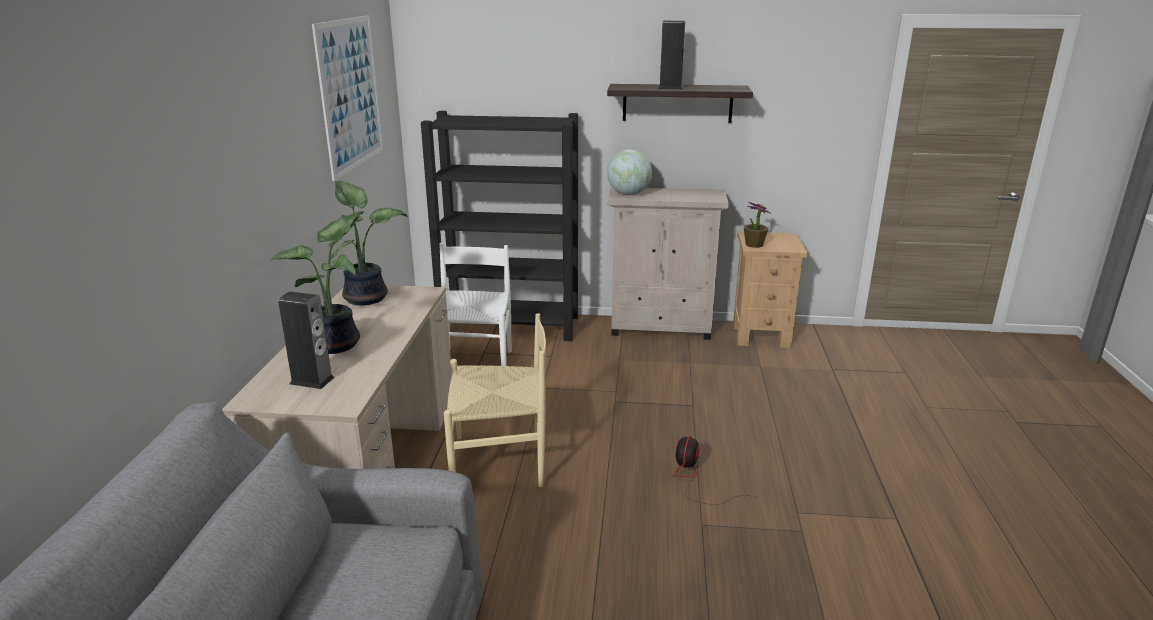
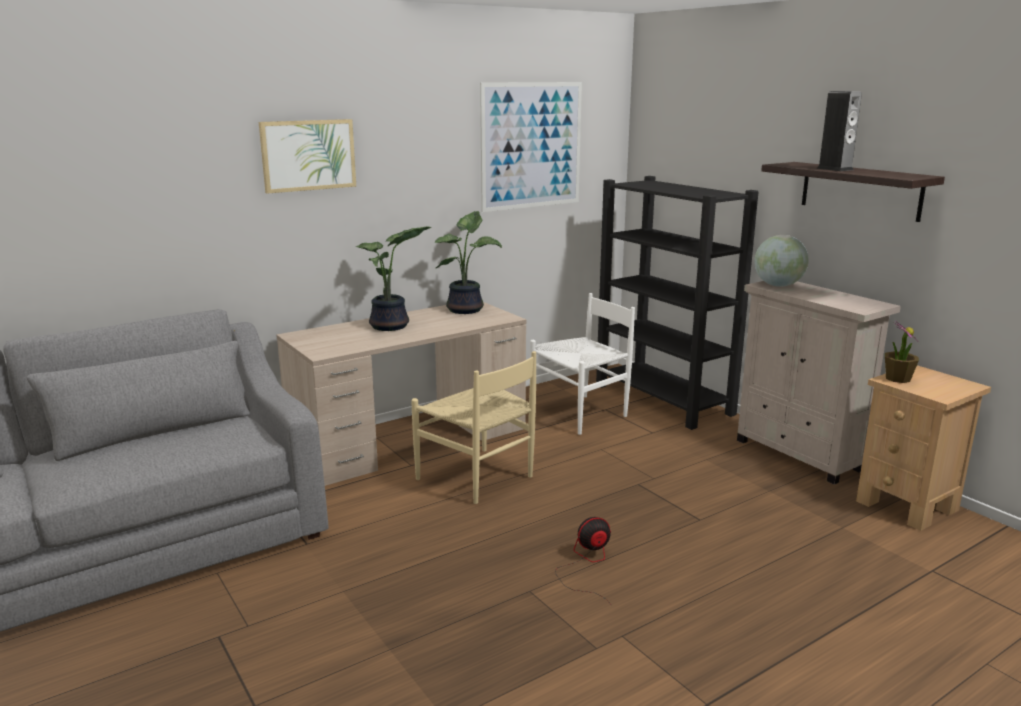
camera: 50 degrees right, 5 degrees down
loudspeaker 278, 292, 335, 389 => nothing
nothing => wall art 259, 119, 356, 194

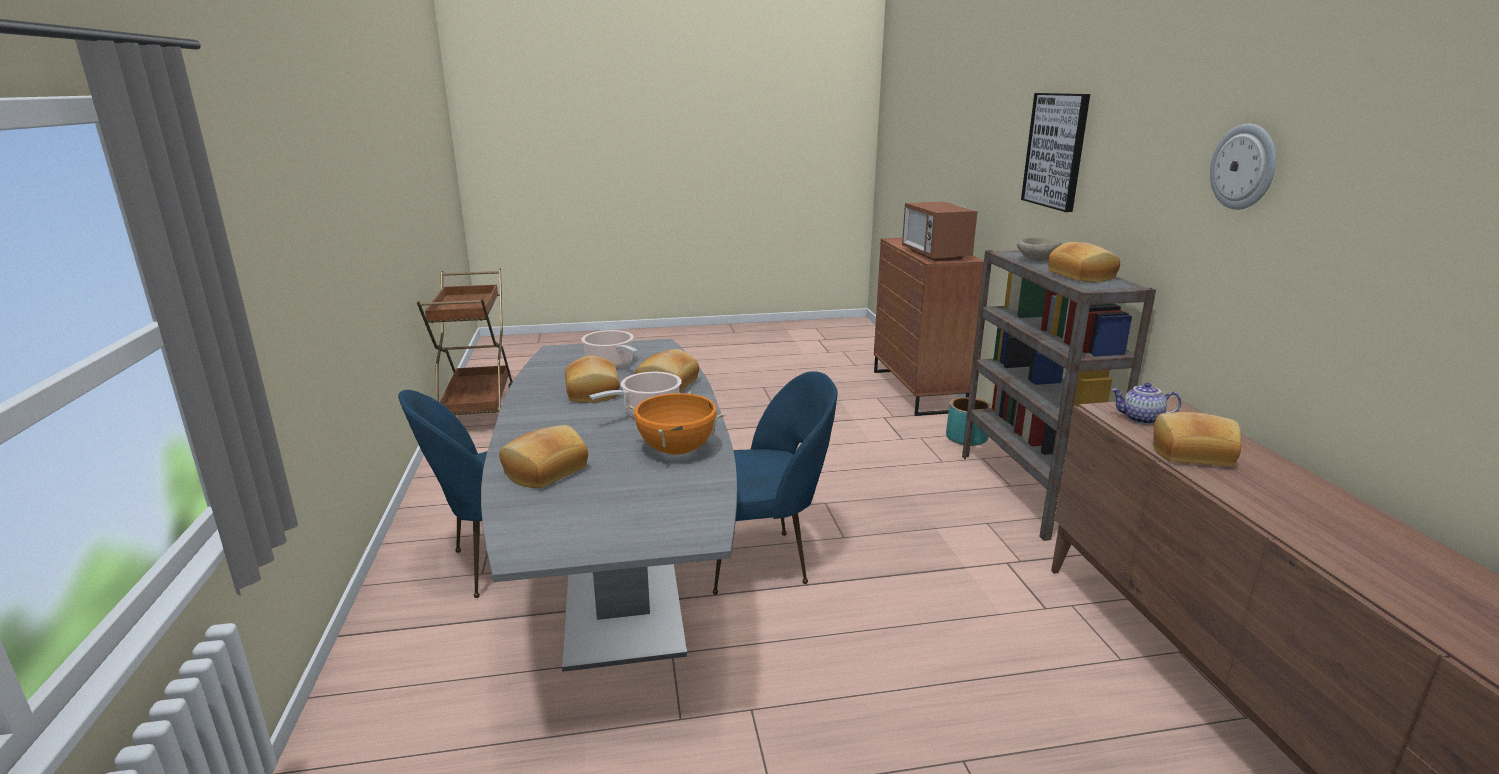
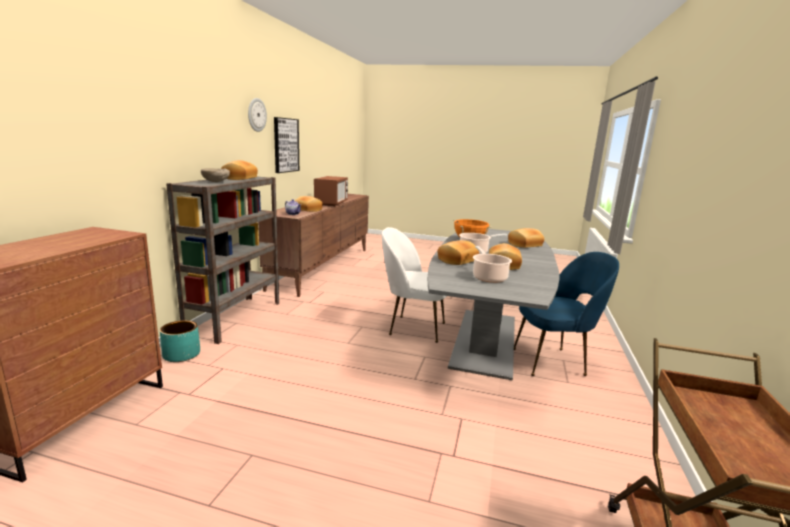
camera: 155 degrees left, 5 degrees down
blue-coloured plain chair 713, 371, 838, 595 => whitish plain chair 382, 227, 446, 343
kitchen microwave 902, 201, 978, 261 => kitchen microwave 314, 176, 348, 206, relocated
wall art 1021, 93, 1090, 212 => wall art 274, 117, 299, 173, relocated

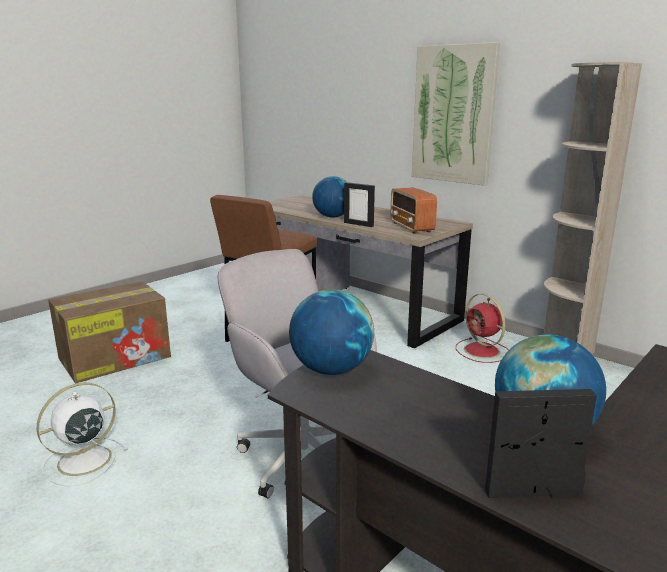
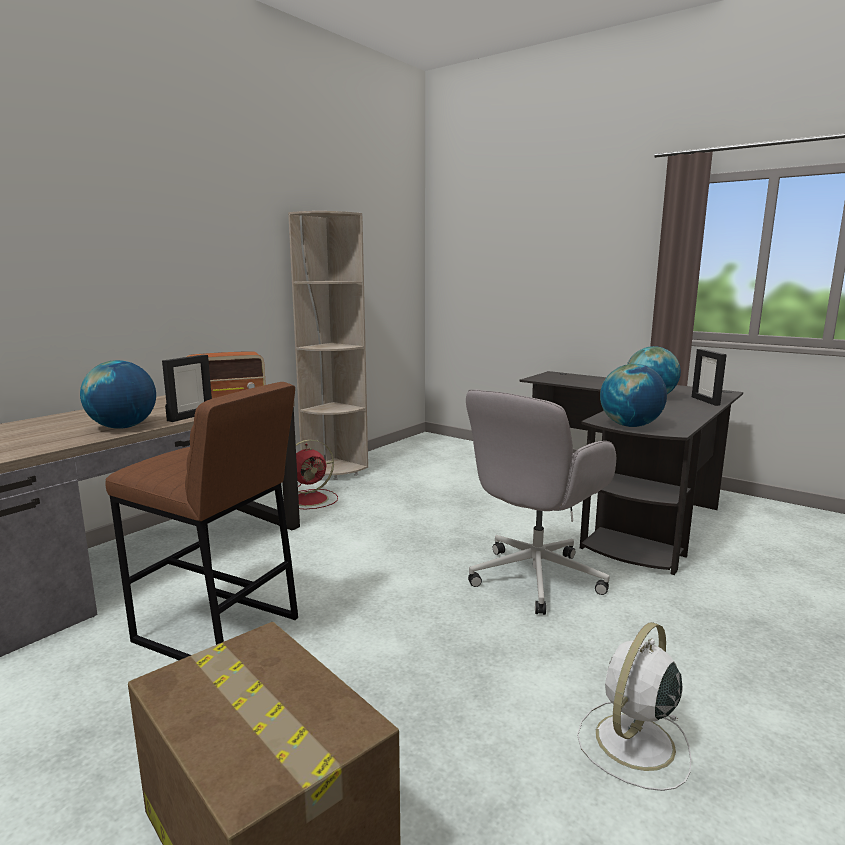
camera: 95 degrees left, 5 degrees down
whitish electric fan 37, 383, 128, 486 => whitish electric fan 577, 622, 692, 791, 90 degrees clockwise
wall art 412, 42, 500, 186 => nothing

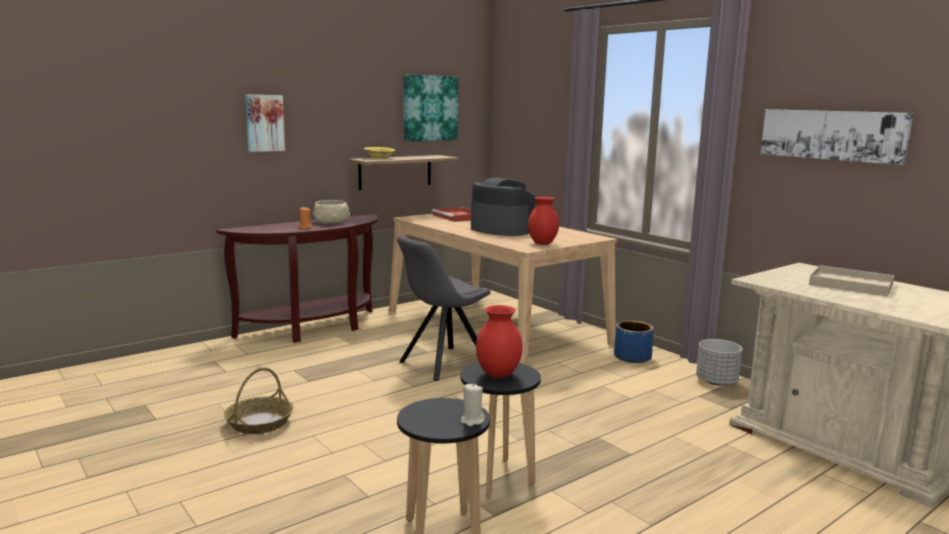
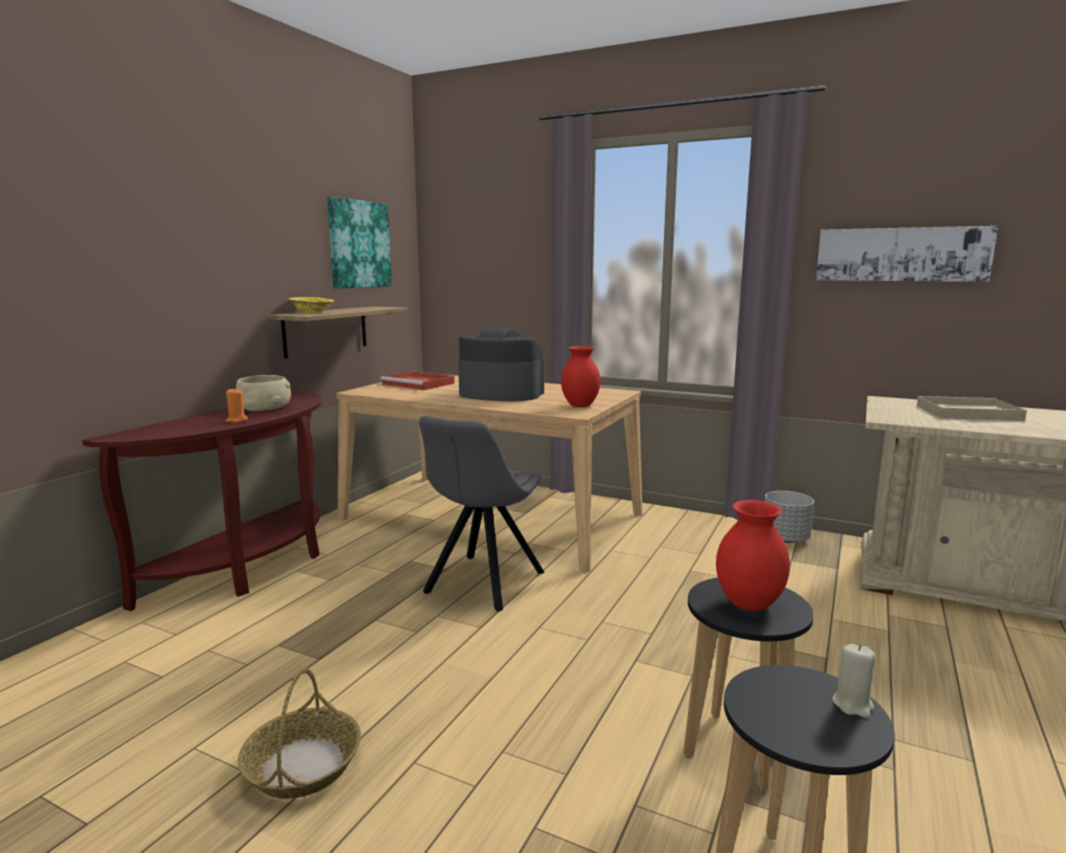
camera: 25 degrees left, 0 degrees up
wall art 245, 94, 285, 152 => nothing
blue-coloured flower pot 614, 321, 654, 363 => nothing

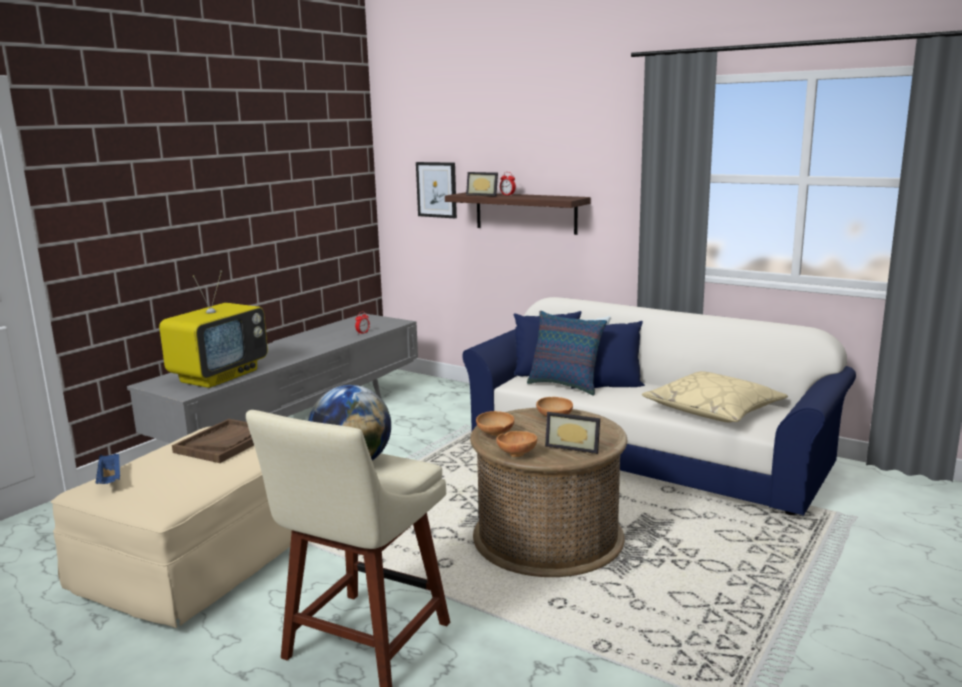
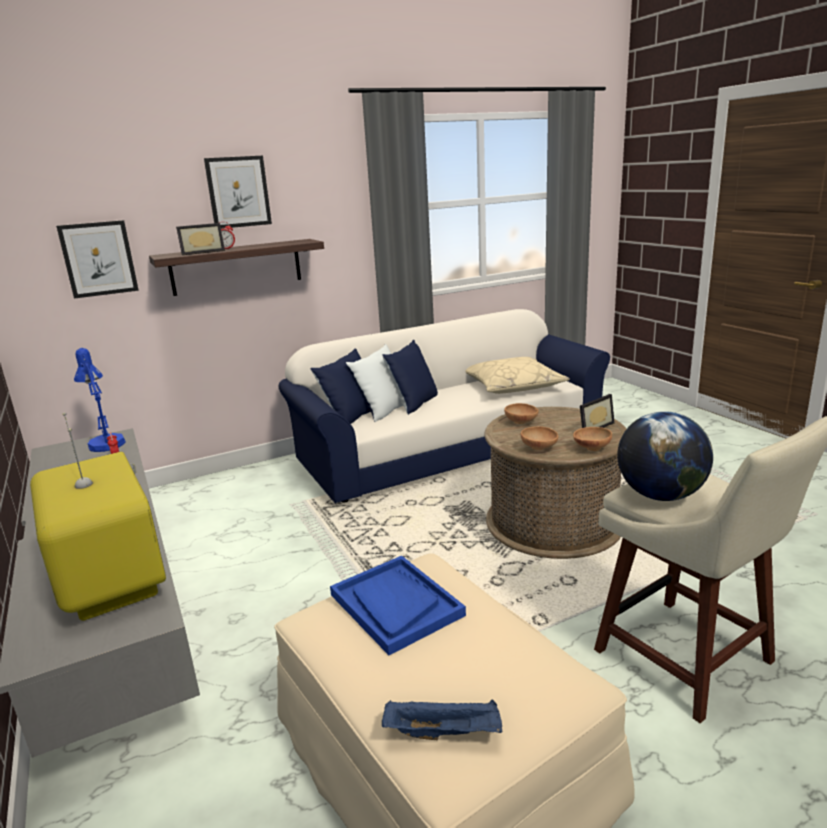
camera: 60 degrees left, 5 degrees up
brown carrying tray 172, 419, 254, 463 => blue-coloured carrying tray 330, 556, 466, 655
blue-coloured cushion 527, 311, 607, 396 => nothing
nothing => blue-coloured tabletop lamp 74, 348, 126, 452
nothing => wall art 204, 156, 272, 229

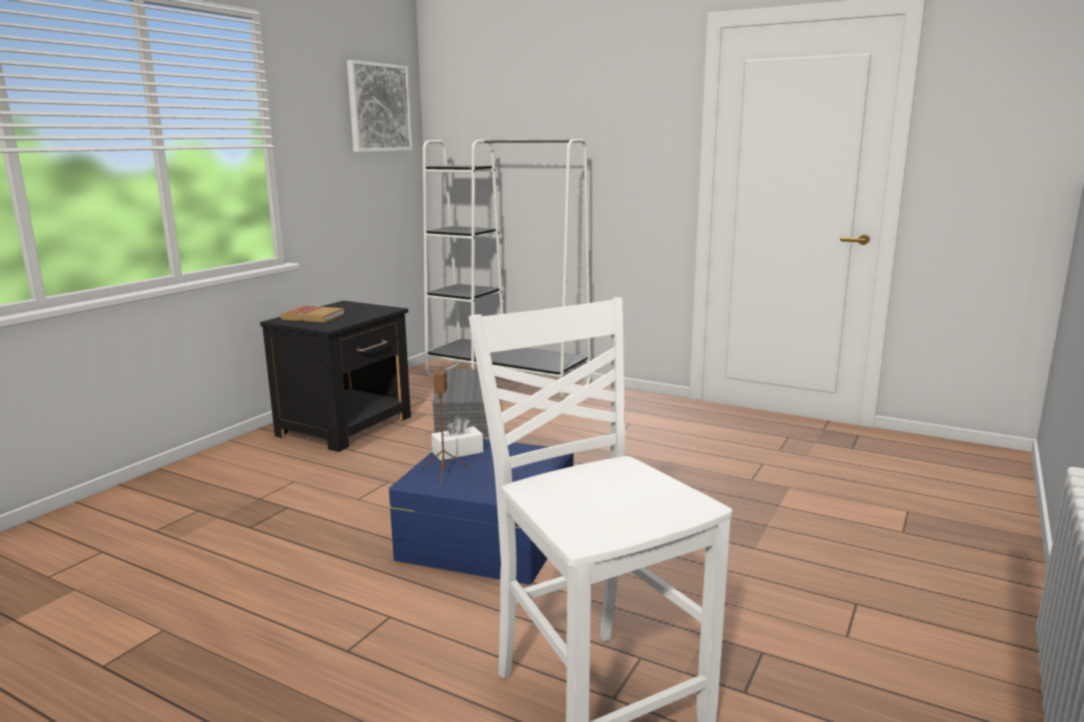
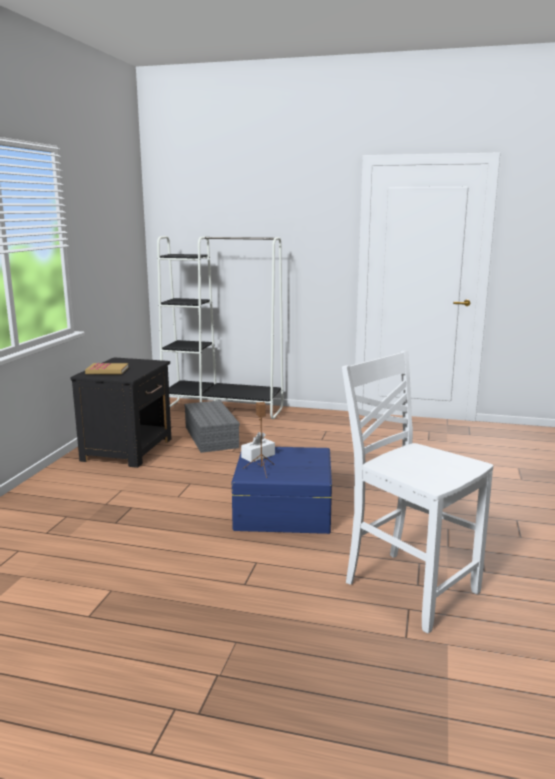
camera: 15 degrees left, 0 degrees up
wall art 347, 60, 412, 152 => nothing

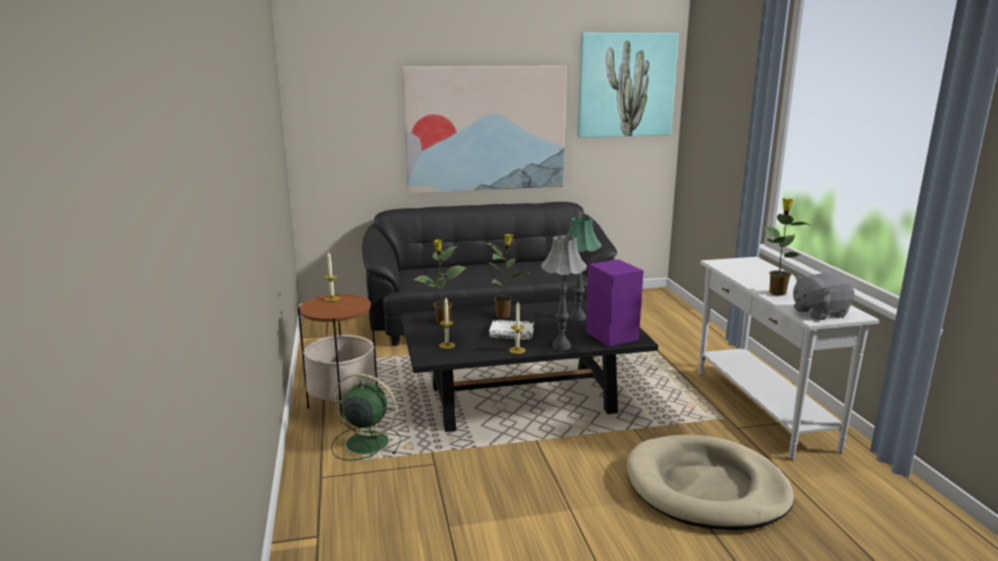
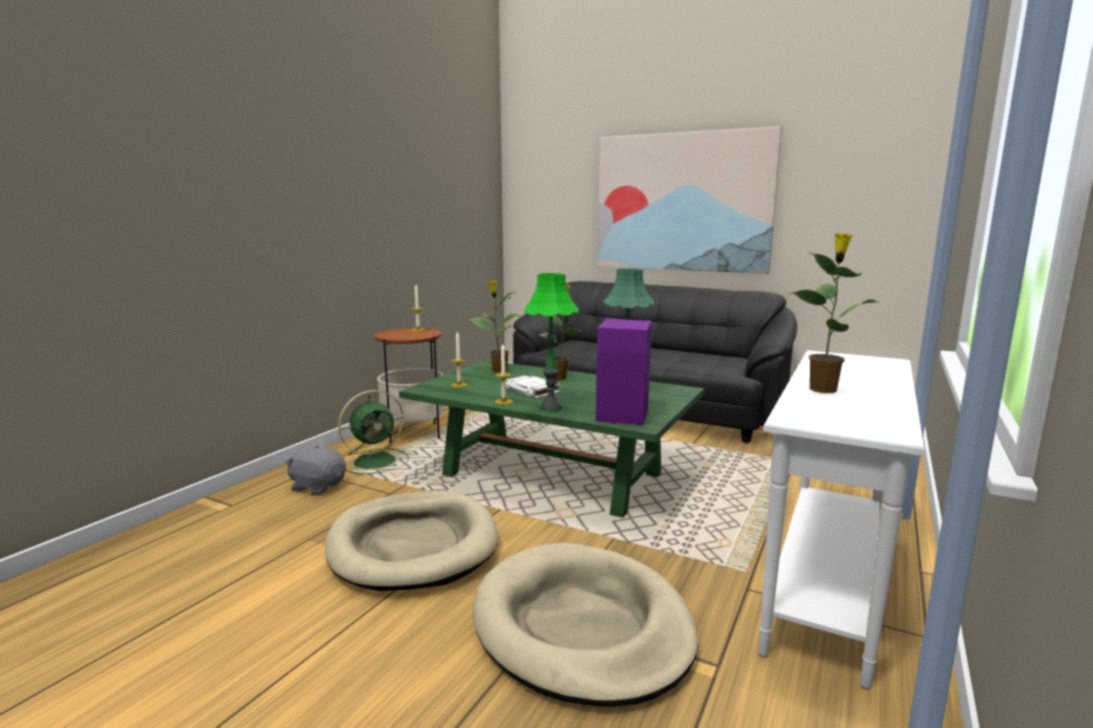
camera: 40 degrees right, 5 degrees down
green electric fan 331, 373, 401, 461 => green electric fan 338, 390, 409, 474, 90 degrees clockwise
black low table 401, 299, 658, 432 => green low table 399, 360, 704, 518
gray tabletop lamp 541, 235, 587, 350 => green tabletop lamp 524, 273, 579, 413
wall art 577, 33, 679, 138 => nothing
gray soft toy 793, 273, 855, 320 => gray soft toy 285, 445, 346, 496, relocated
nothing => sand-coloured dog bed 325, 491, 498, 591

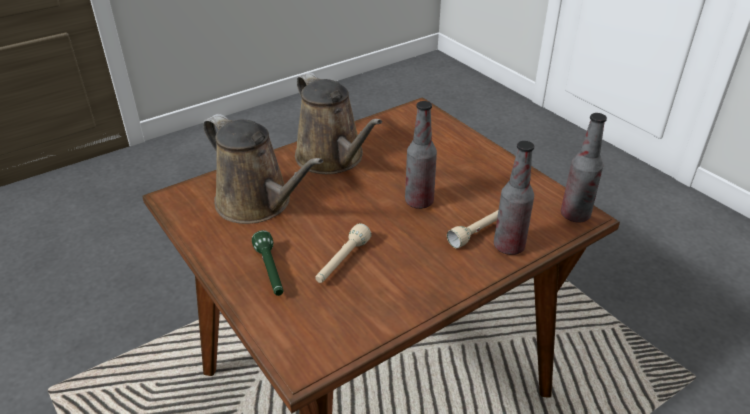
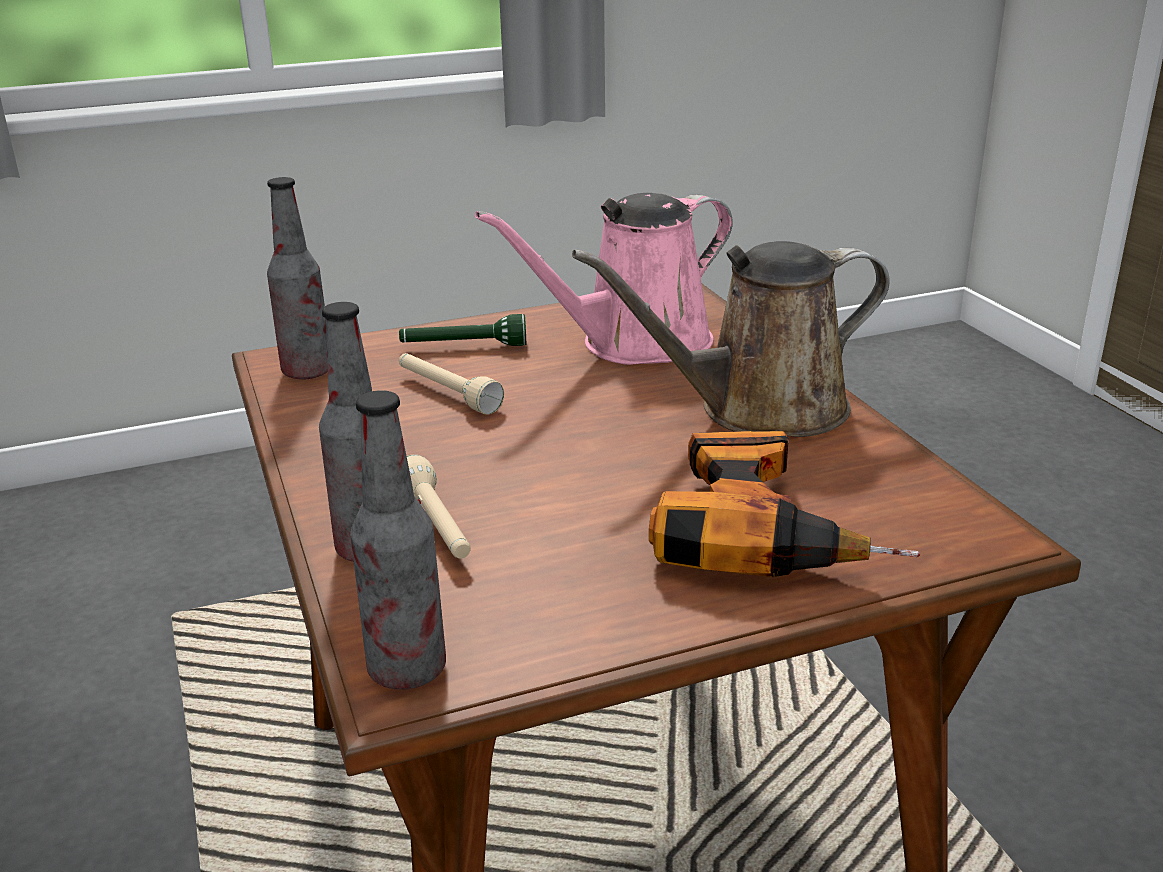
camera: 105 degrees right, 10 degrees down
brown watering pot 203, 114, 323, 224 => pink watering pot 475, 193, 733, 365
bottle 405, 101, 437, 209 => bottle 267, 177, 328, 379, relocated
nothing => electric drill 649, 431, 921, 577

